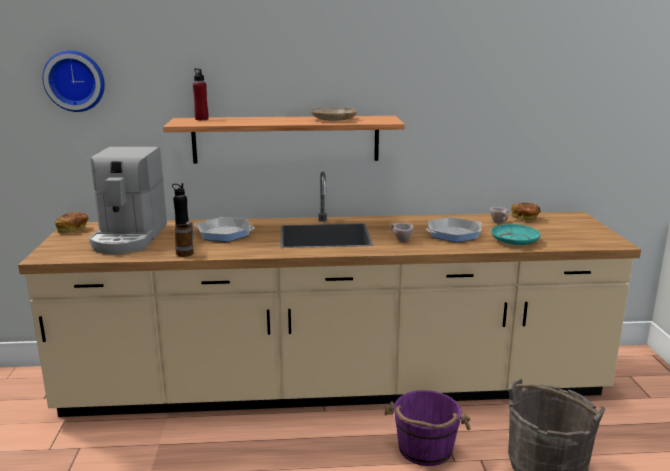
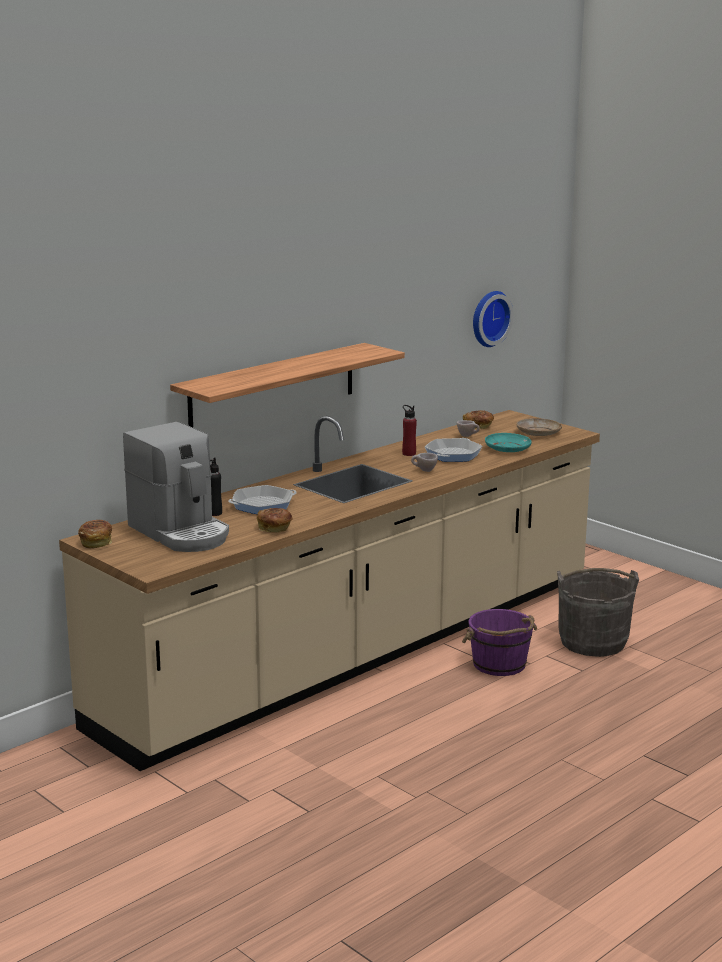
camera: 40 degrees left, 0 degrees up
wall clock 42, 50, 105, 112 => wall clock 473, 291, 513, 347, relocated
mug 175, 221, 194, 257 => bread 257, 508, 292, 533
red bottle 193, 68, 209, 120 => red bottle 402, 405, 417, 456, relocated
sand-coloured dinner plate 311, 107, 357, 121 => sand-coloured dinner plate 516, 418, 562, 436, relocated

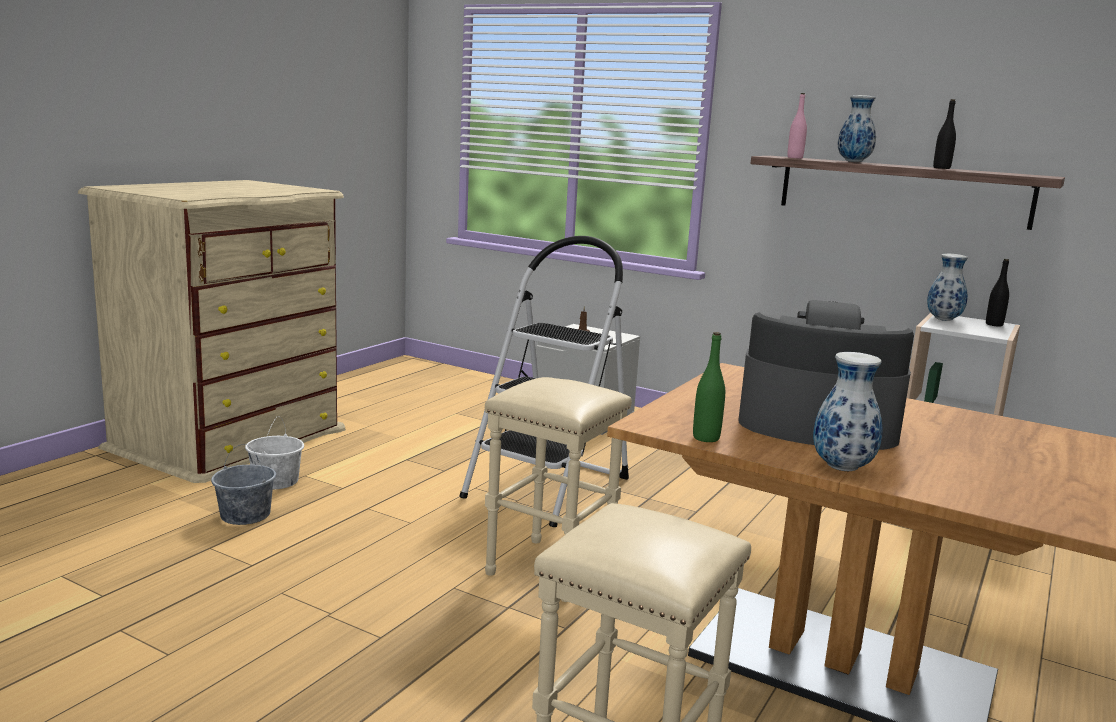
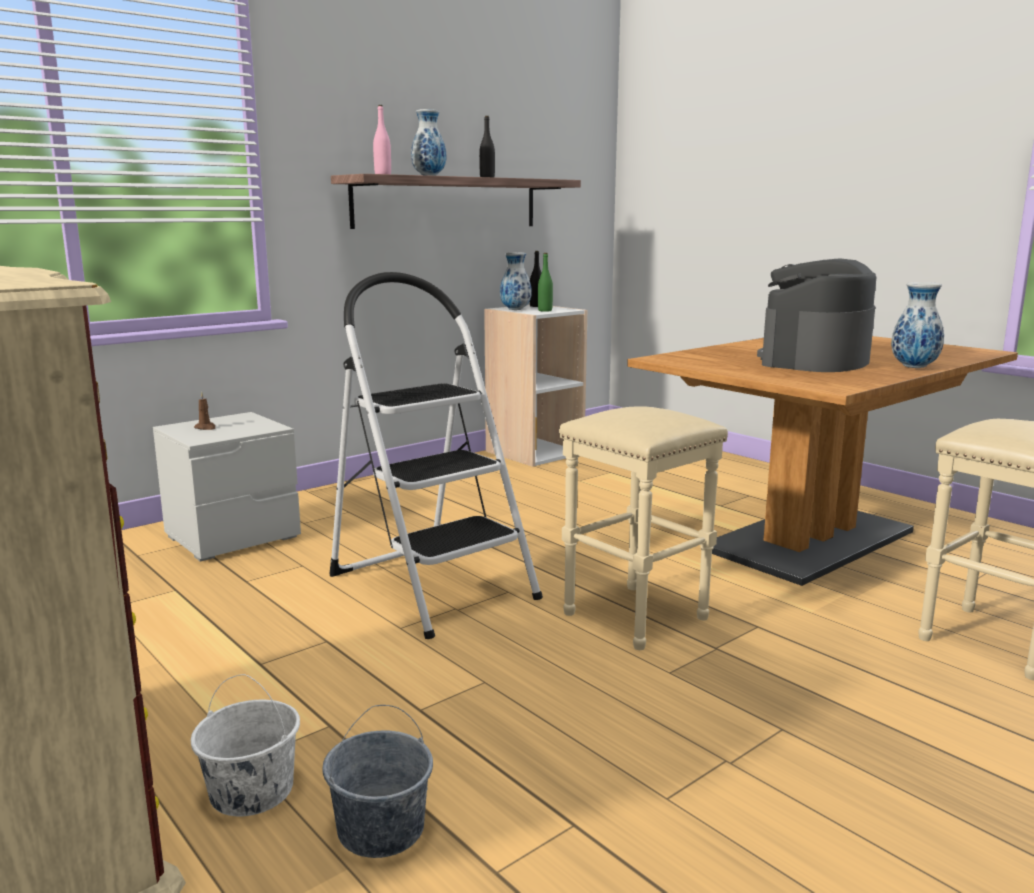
camera: 70 degrees left, 0 degrees up
green bottle 693, 332, 725, 442 => green bottle 538, 253, 553, 312, relocated

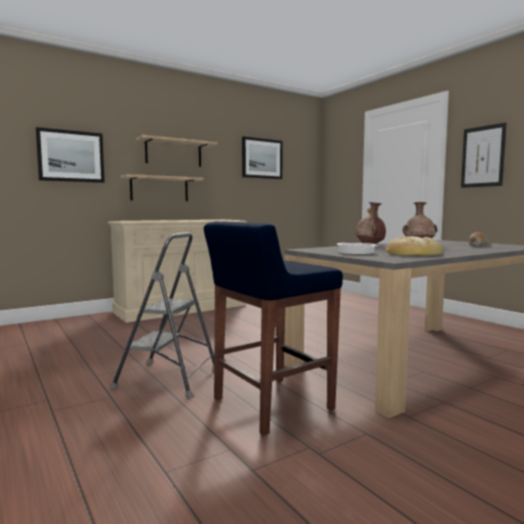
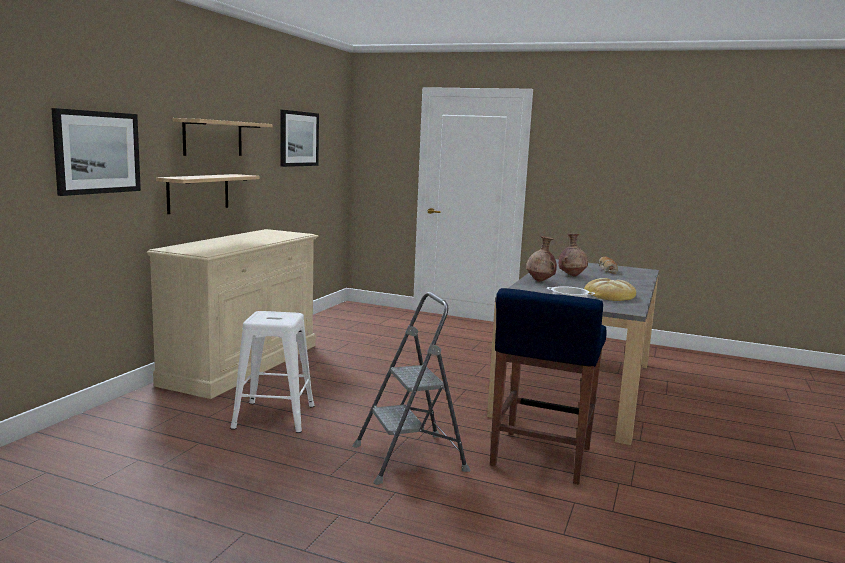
camera: 35 degrees left, 5 degrees up
wall art 461, 122, 507, 188 => nothing
nothing => whitish stool seat 230, 311, 315, 433

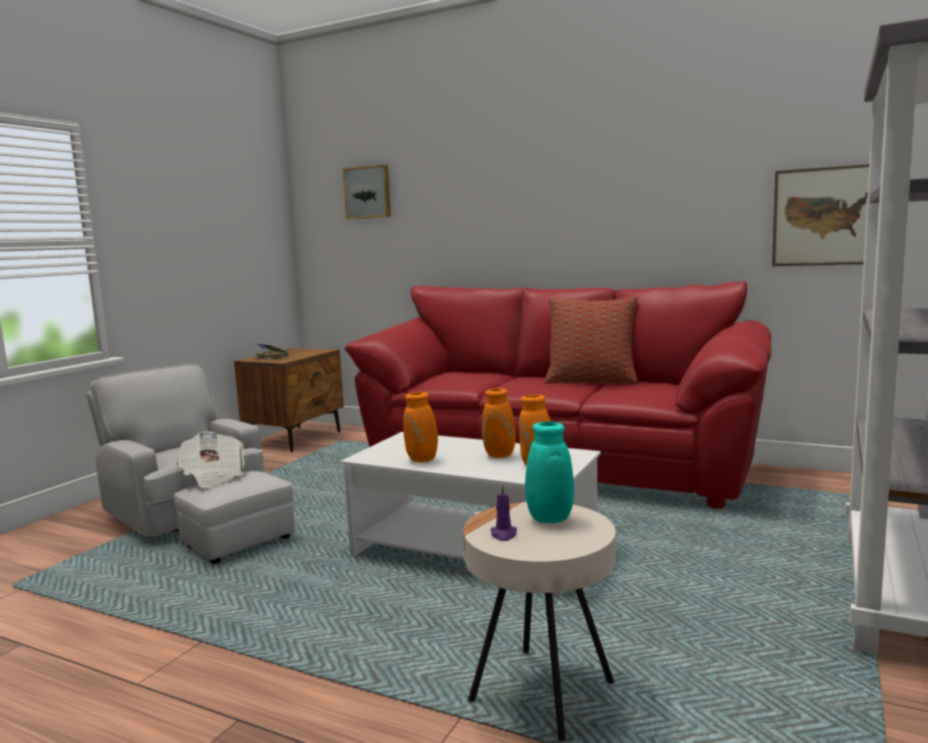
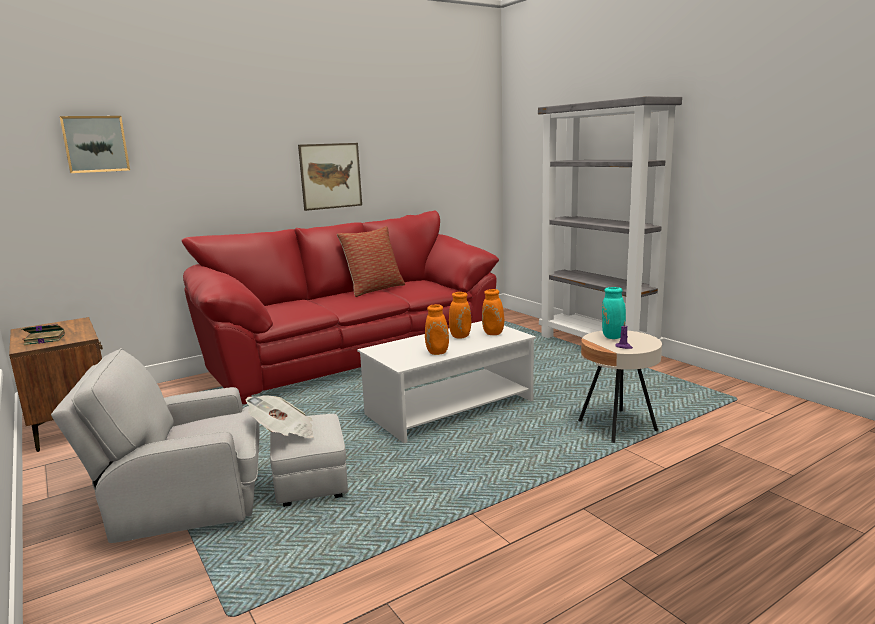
camera: 60 degrees left, 5 degrees up
wall art 772, 164, 869, 266 => wall art 298, 143, 362, 211, relocated

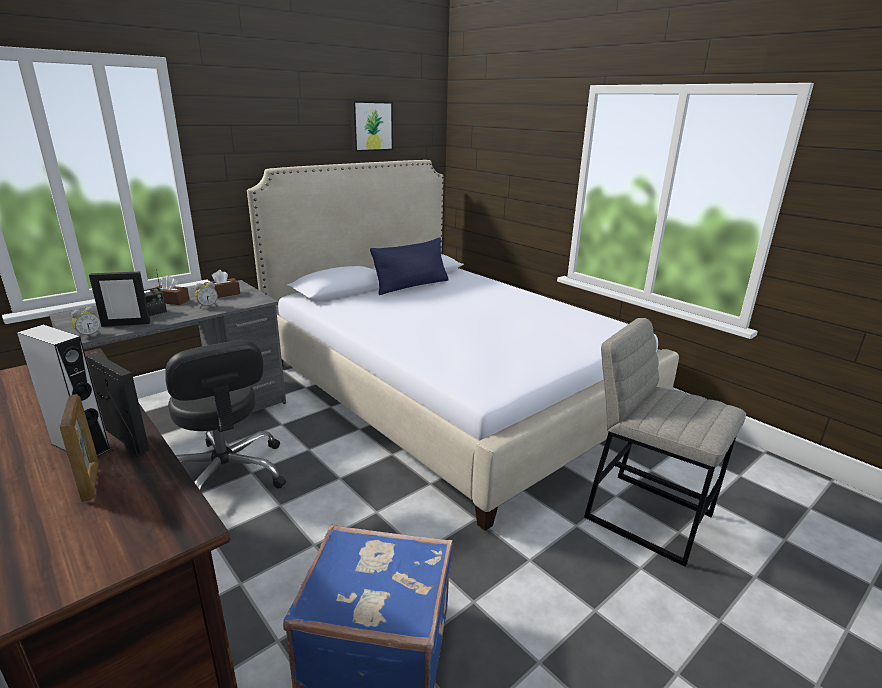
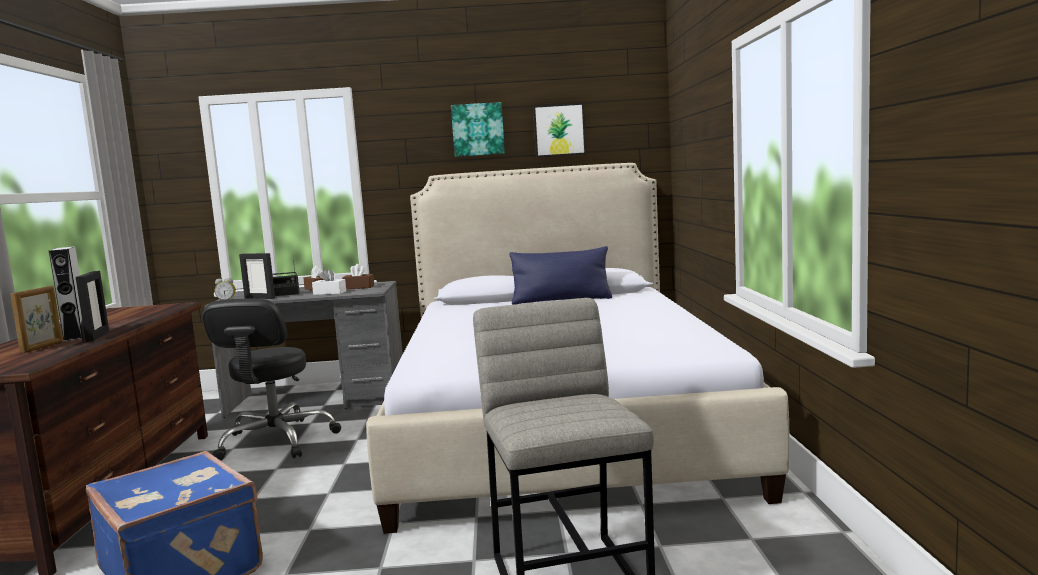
camera: 40 degrees right, 15 degrees down
alarm clock 195, 282, 218, 309 => whitish tissue box 312, 269, 346, 295
nothing => wall art 451, 102, 505, 157

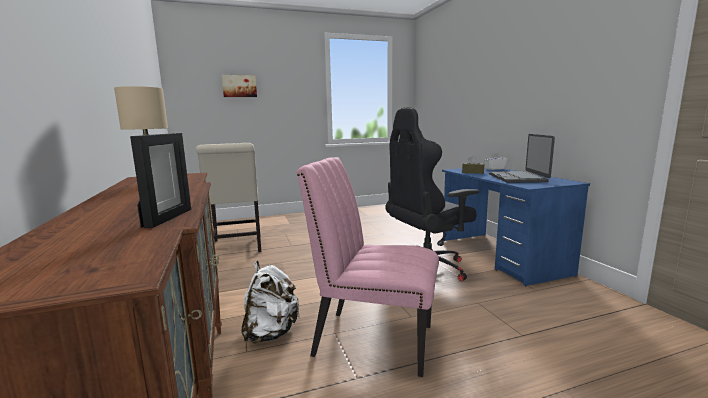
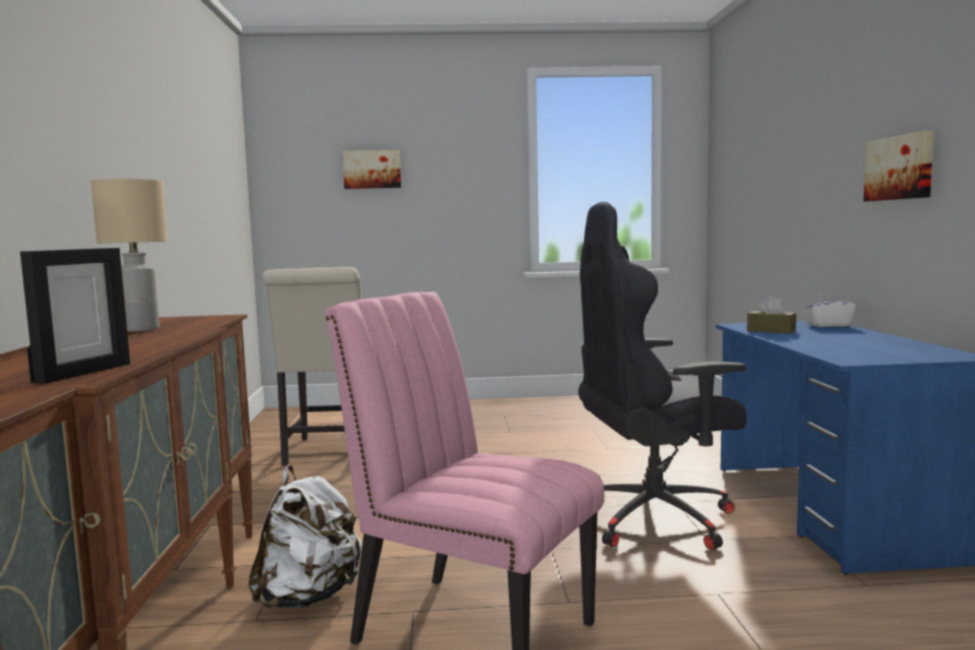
camera: 15 degrees right, 5 degrees down
laptop 489, 134, 555, 183 => nothing
nothing => wall art 864, 130, 934, 201

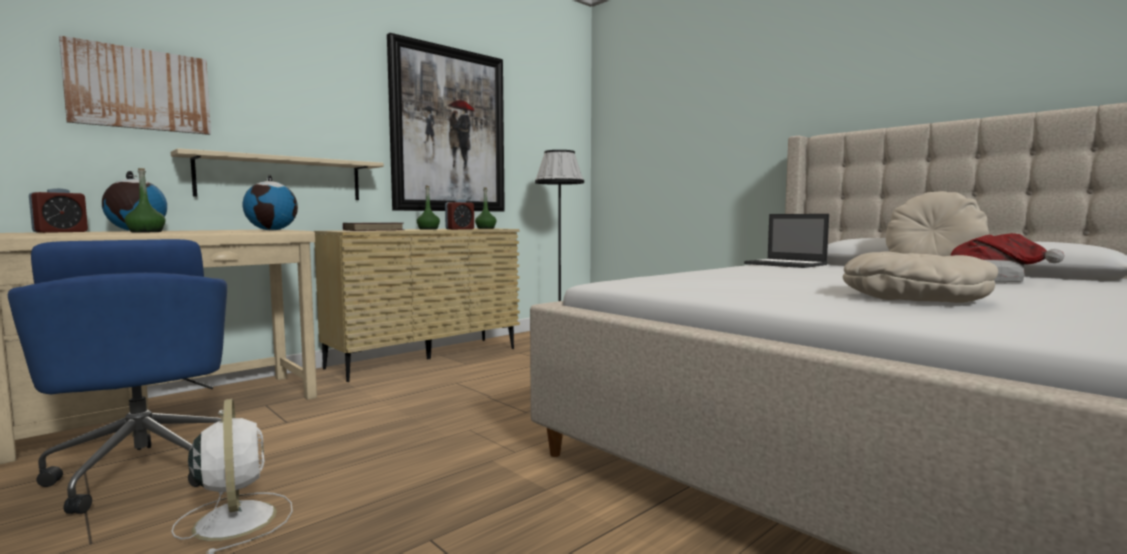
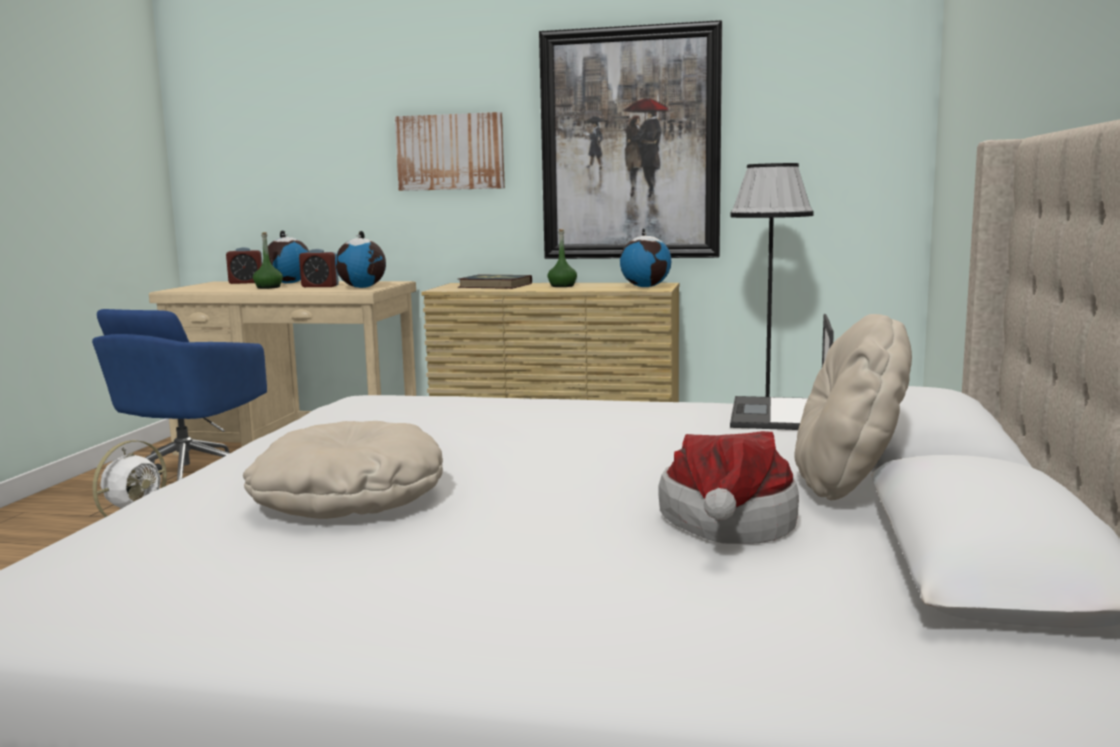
camera: 55 degrees right, 5 degrees up
wall art 59, 35, 211, 135 => wall art 395, 112, 505, 191, relocated
sand-coloured bracket shelf 171, 148, 384, 200 => nothing
alarm clock 445, 199, 474, 230 => alarm clock 299, 249, 339, 287, relocated
green bottle 475, 188, 496, 229 => desk globe 620, 228, 671, 287

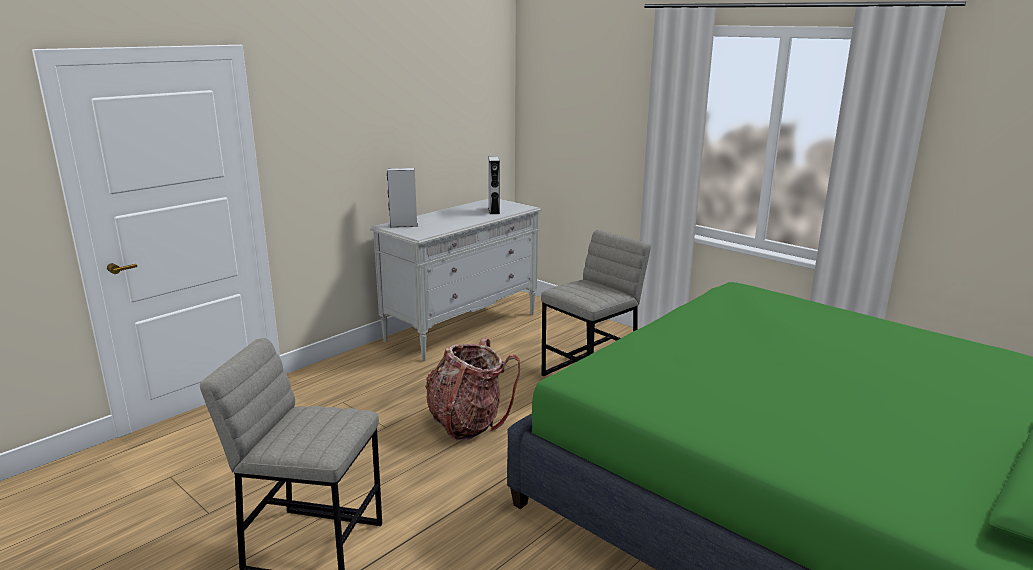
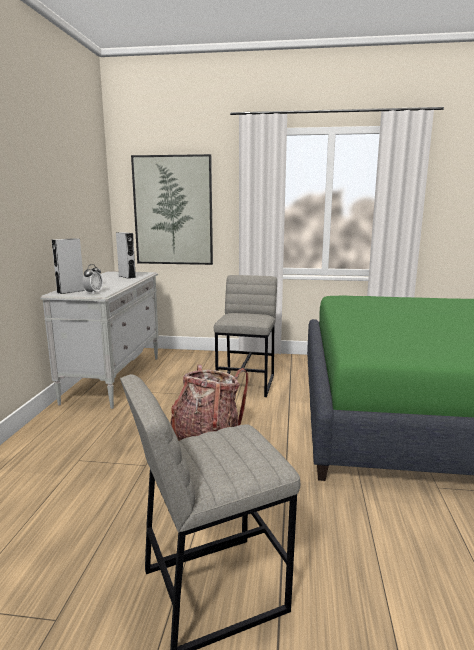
camera: 35 degrees left, 5 degrees down
nothing => alarm clock 82, 264, 103, 294
nothing => wall art 131, 154, 213, 265

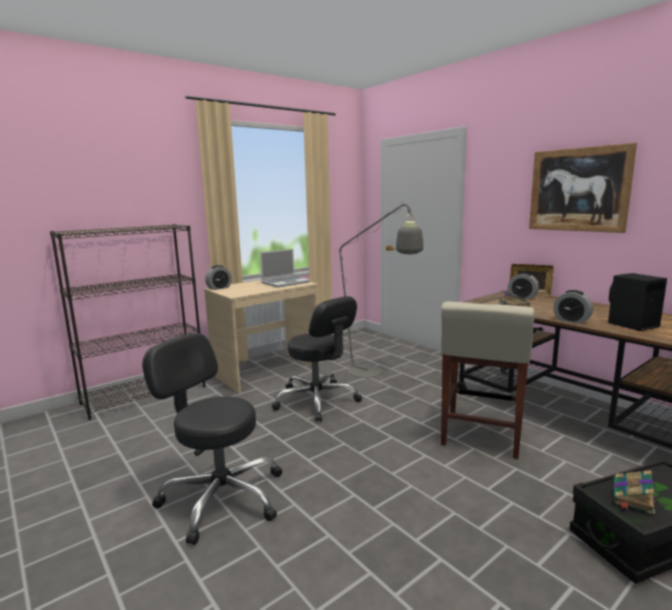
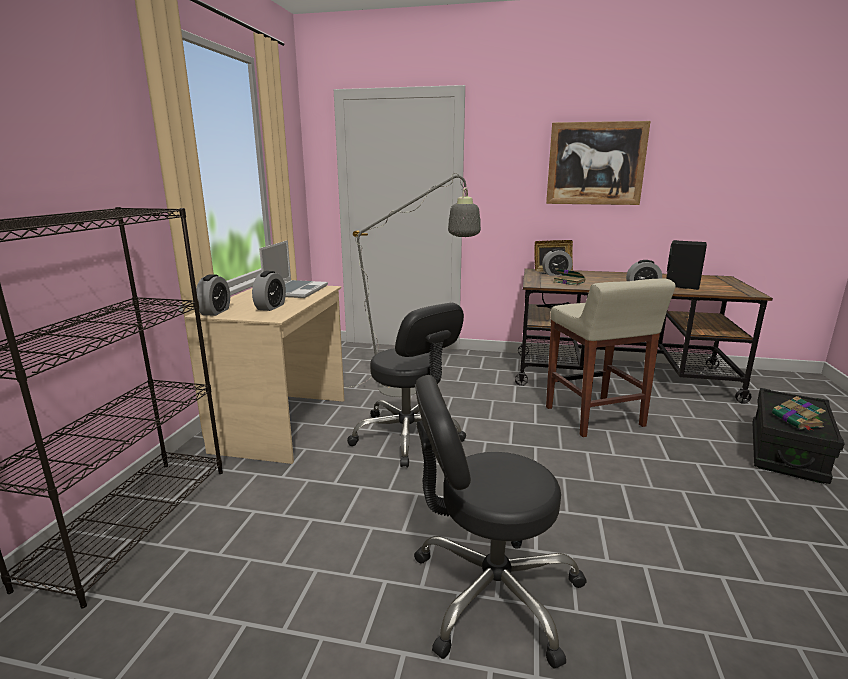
camera: 40 degrees left, 5 degrees up
black computer chair 272, 296, 362, 422 => black computer chair 347, 303, 466, 467, 45 degrees clockwise
nothing => alarm clock 252, 271, 286, 311

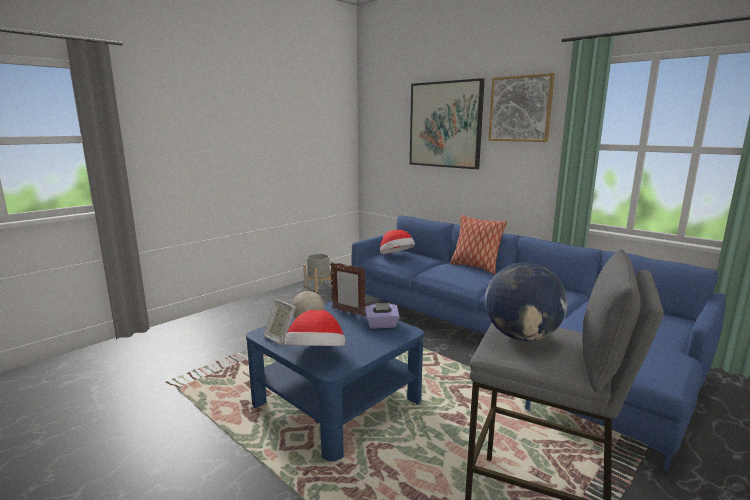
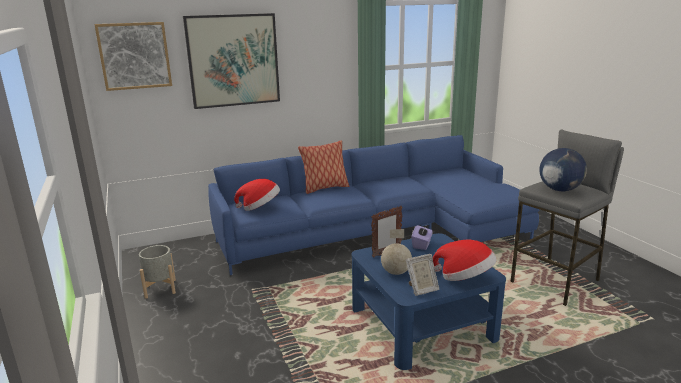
camera: 65 degrees left, 5 degrees up
wall art 488, 73, 555, 142 => wall art 94, 22, 172, 91, relocated

